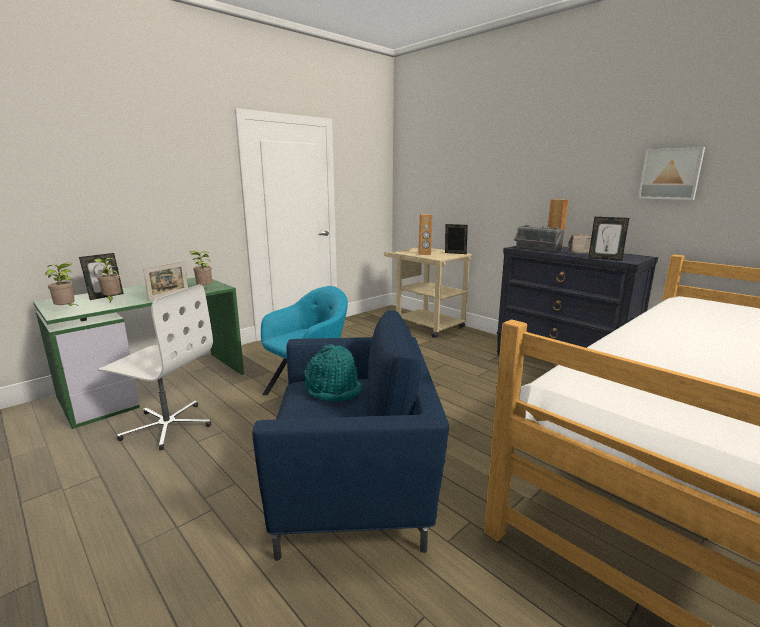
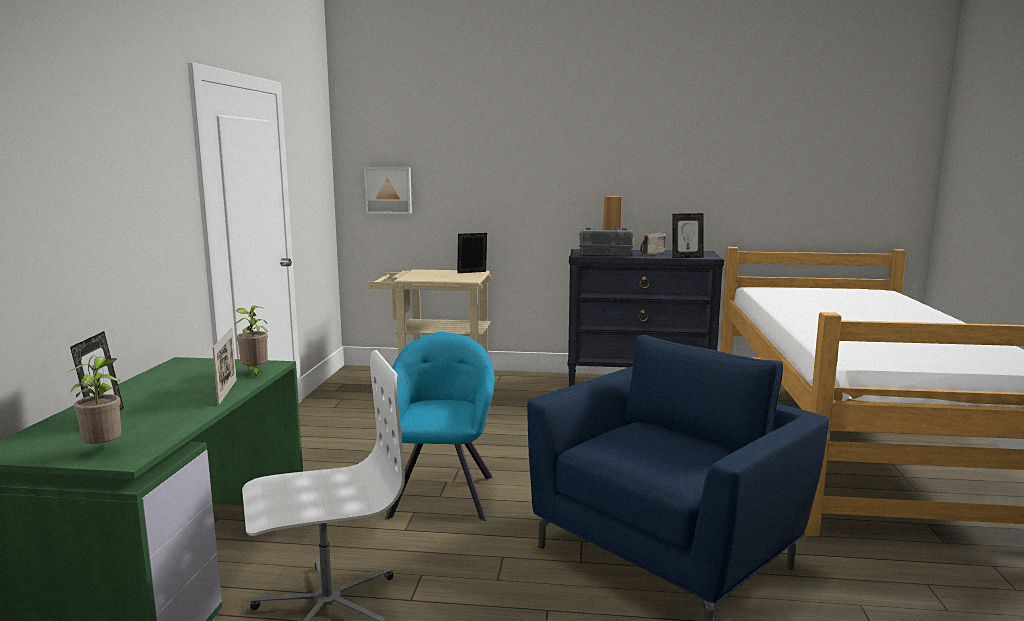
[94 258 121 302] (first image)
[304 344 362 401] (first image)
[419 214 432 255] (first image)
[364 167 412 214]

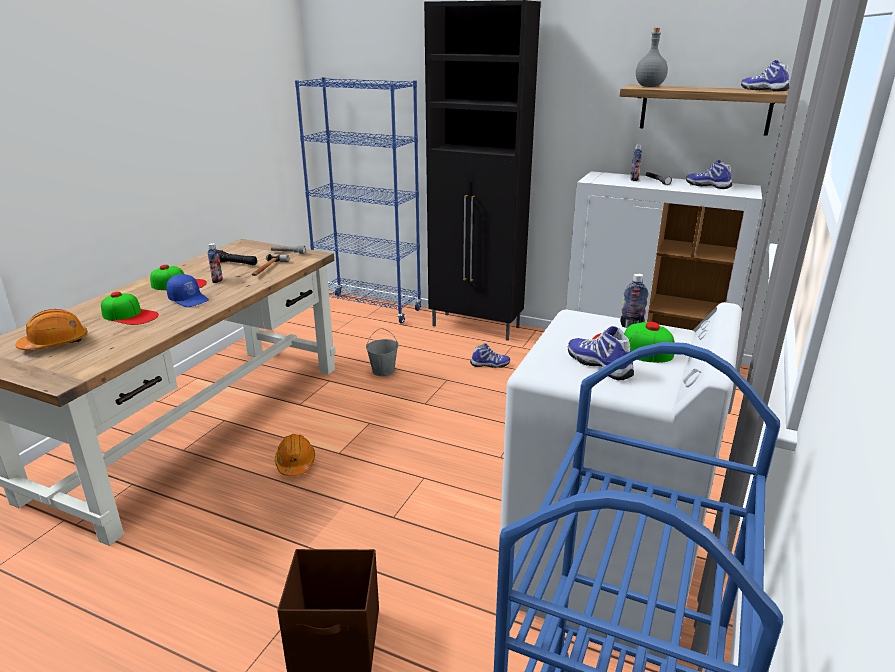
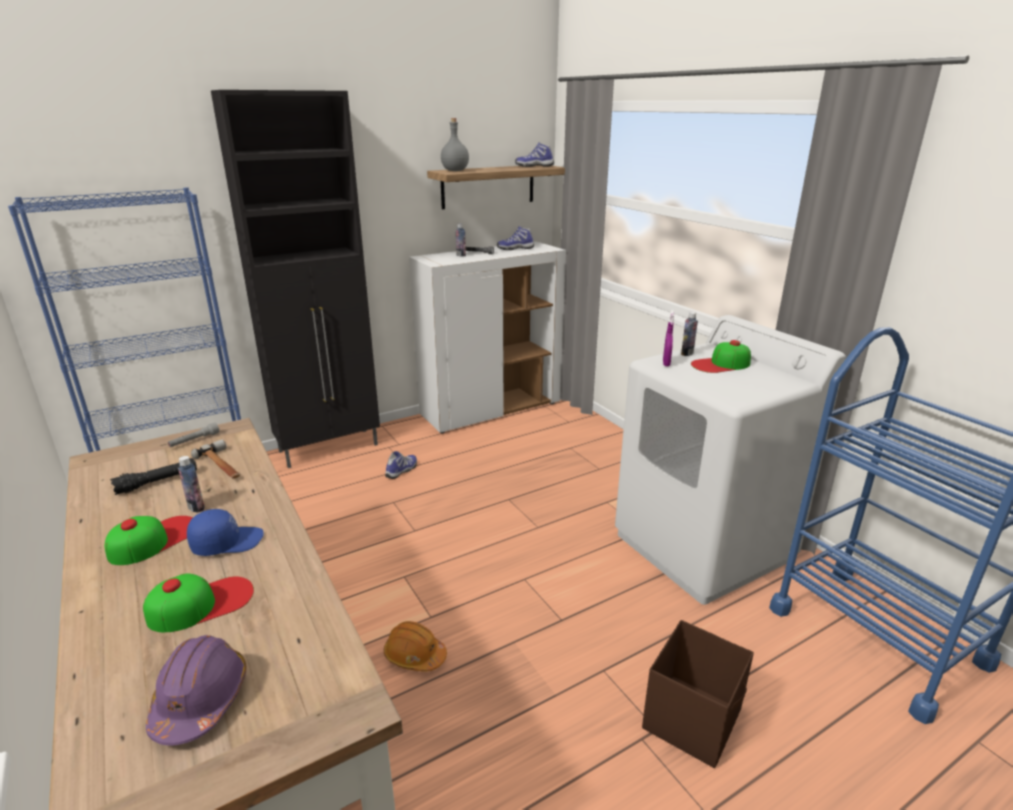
[146 635 247 745]
[366 328 399 376] (first image)
[568 326 634 380] (first image)
[663 310 674 366]

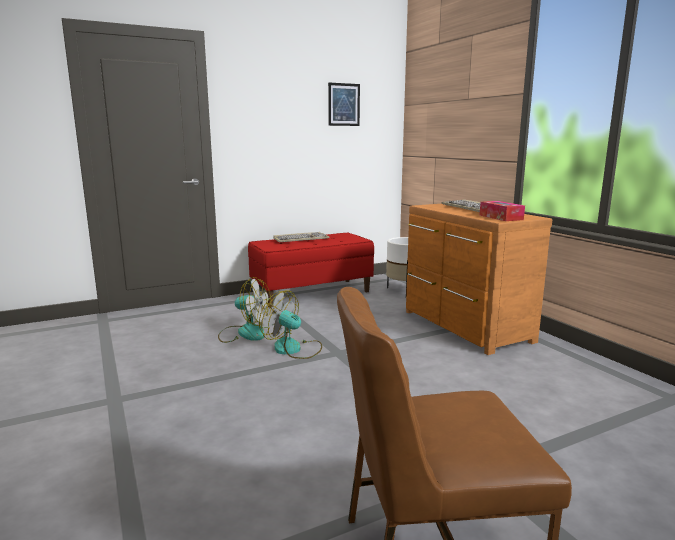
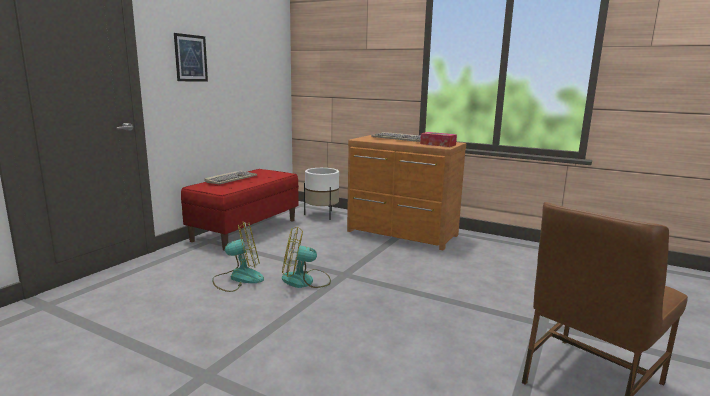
[174 33 208 81]

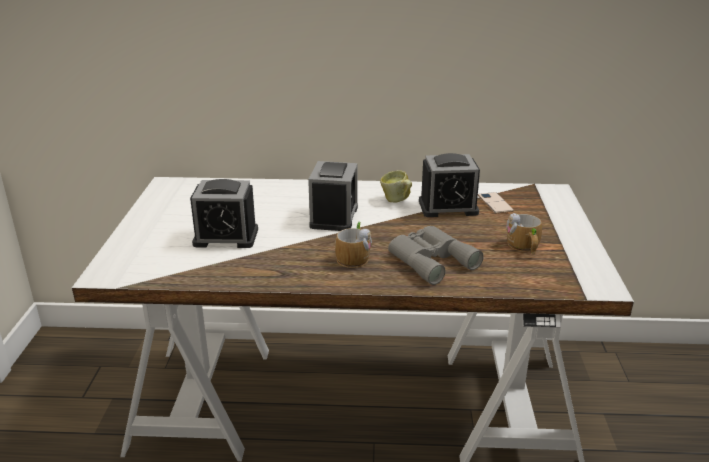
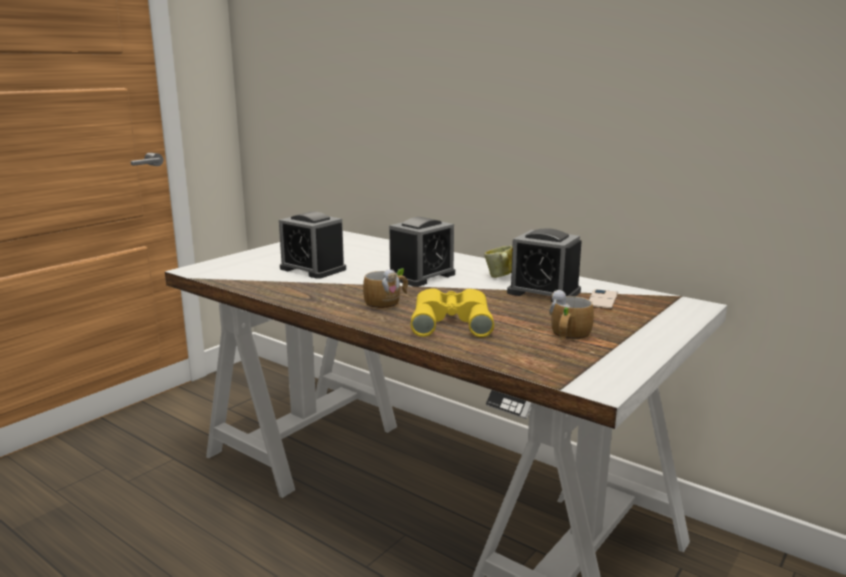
[411 288 494 337]

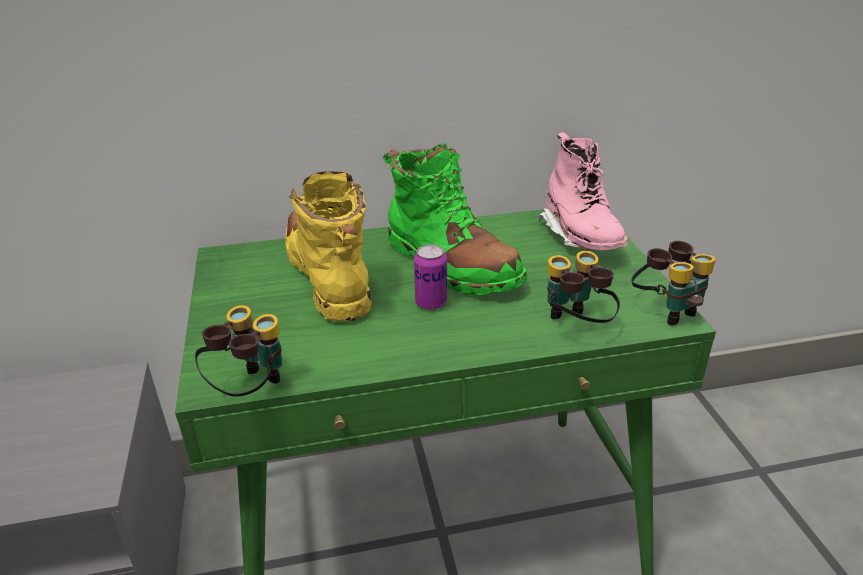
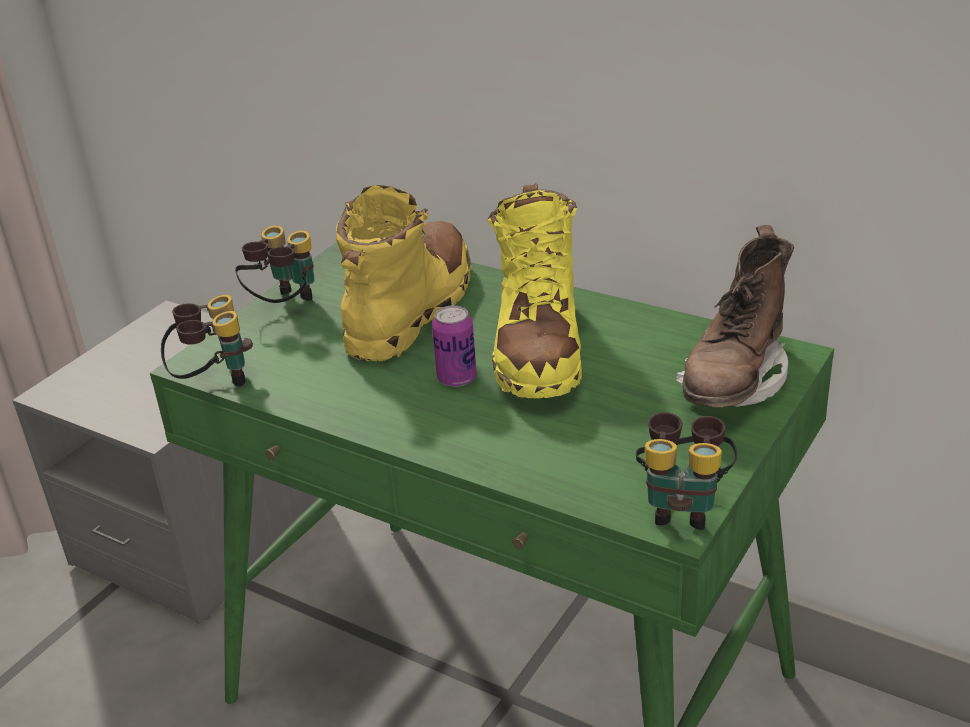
[488 183 582 399]
[676 225 794 408]
[235 225 315 303]

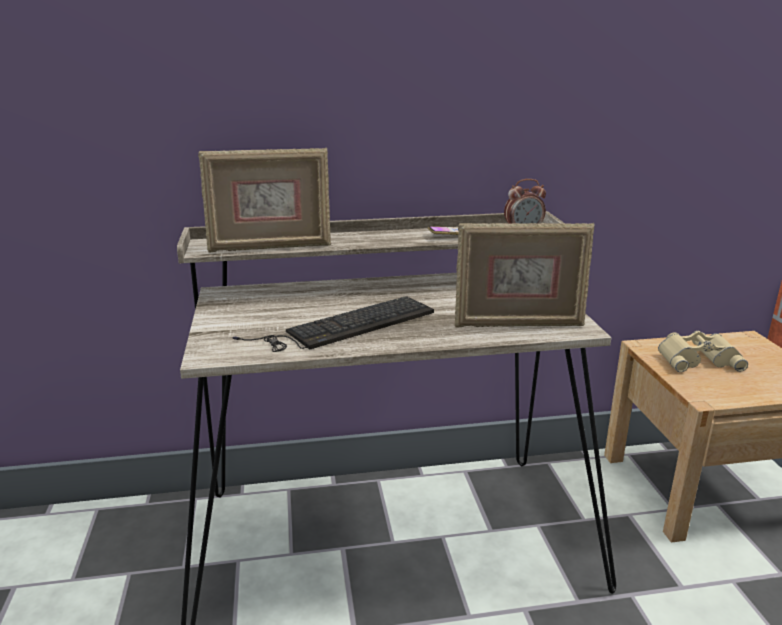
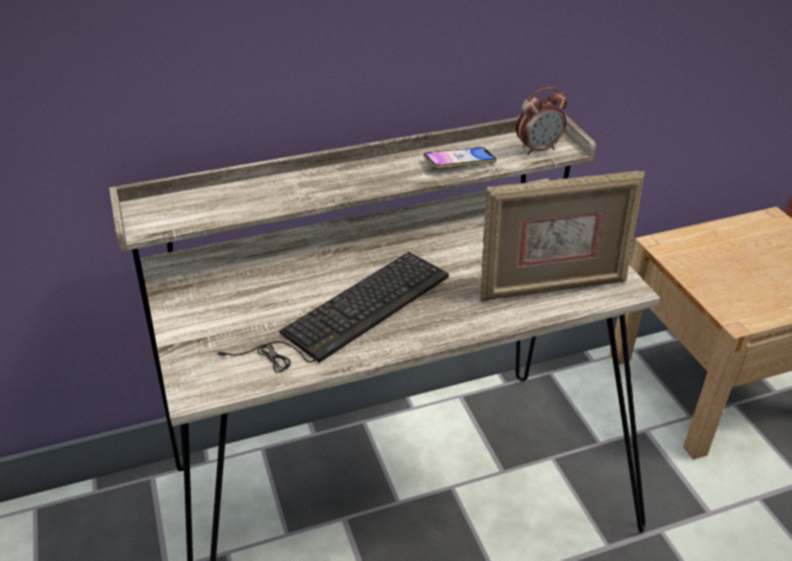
[198 147 331 253] (first image)
[658 330 748 372] (first image)

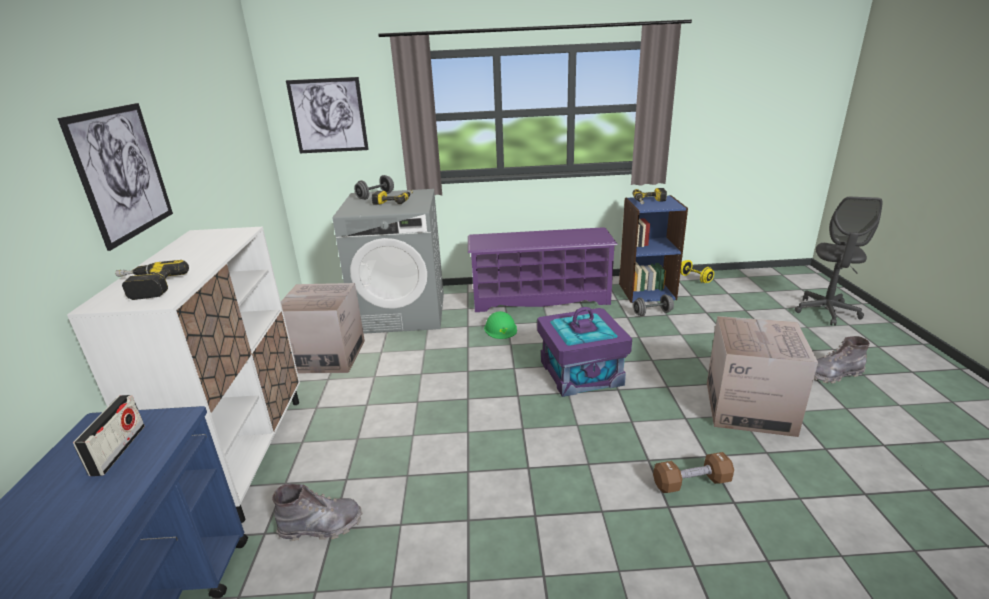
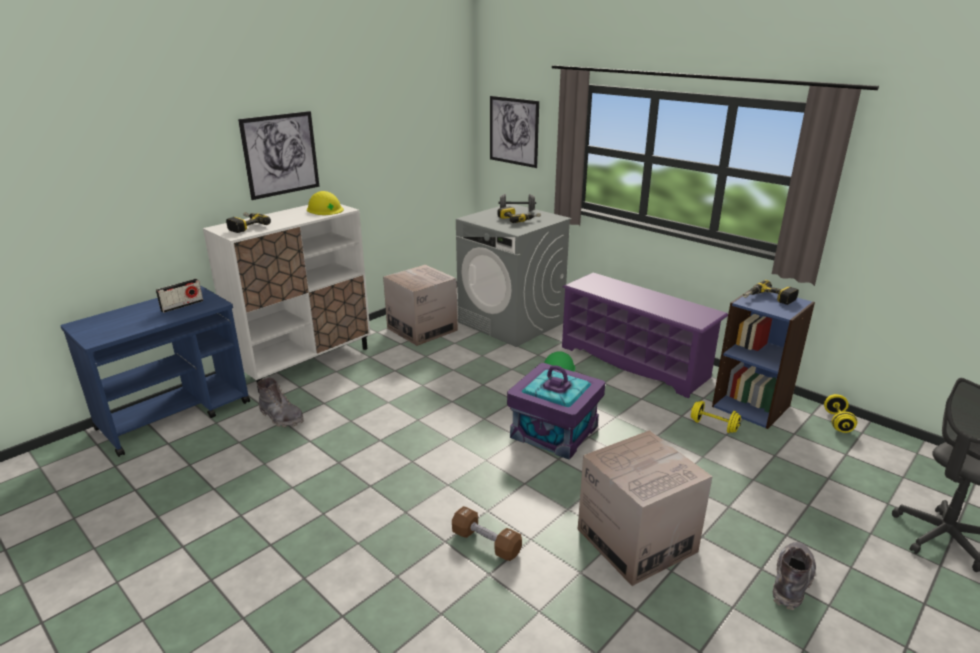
[691 401 741 433]
[773 542 816 610]
[307 191 344 215]

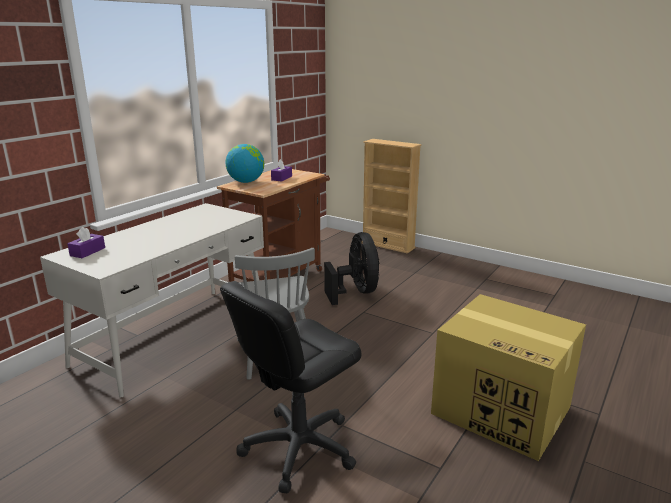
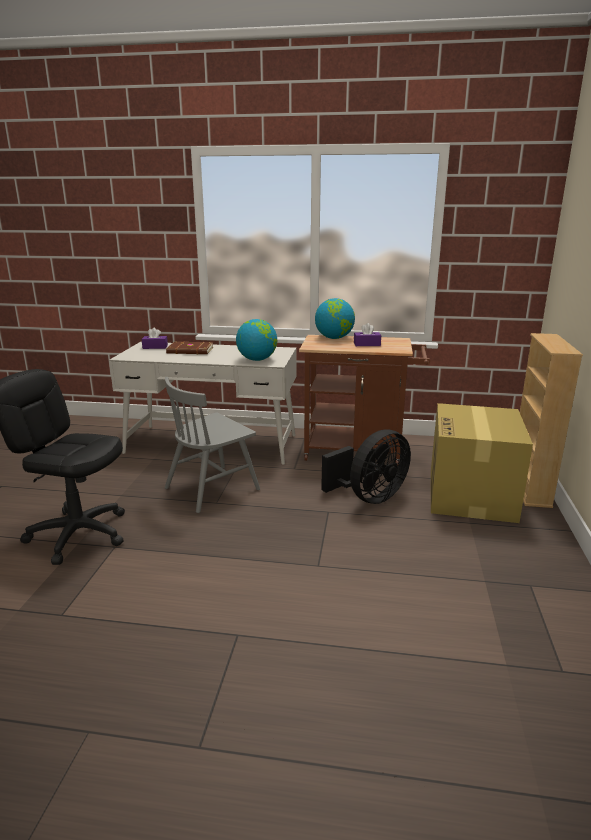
[431 403 533 523]
[166 341 213 354]
[236 319 277 361]

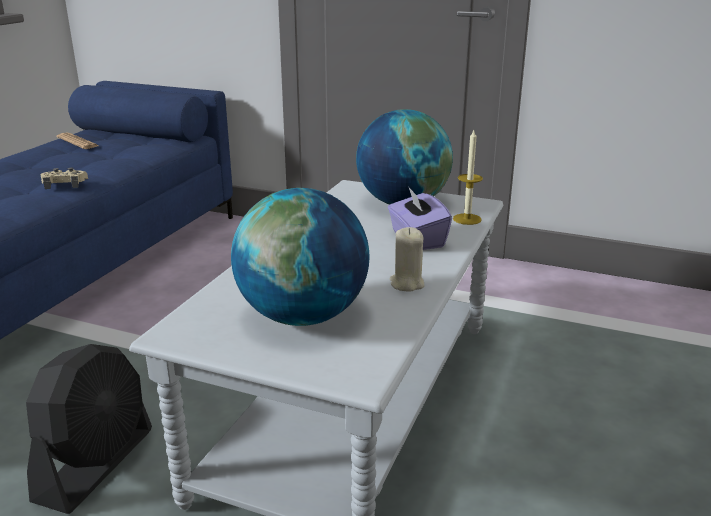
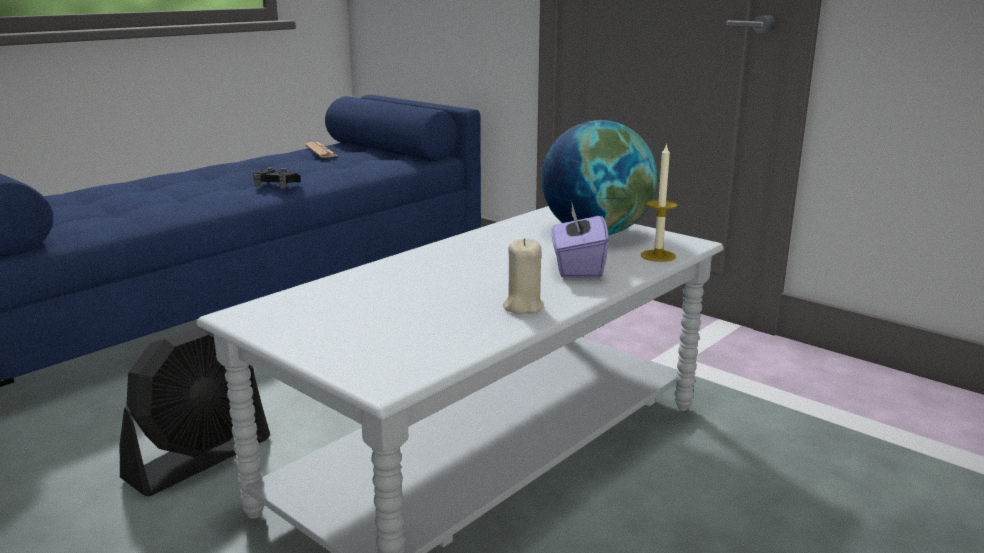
[253 167 301 188]
[231 188 370 326] (first image)

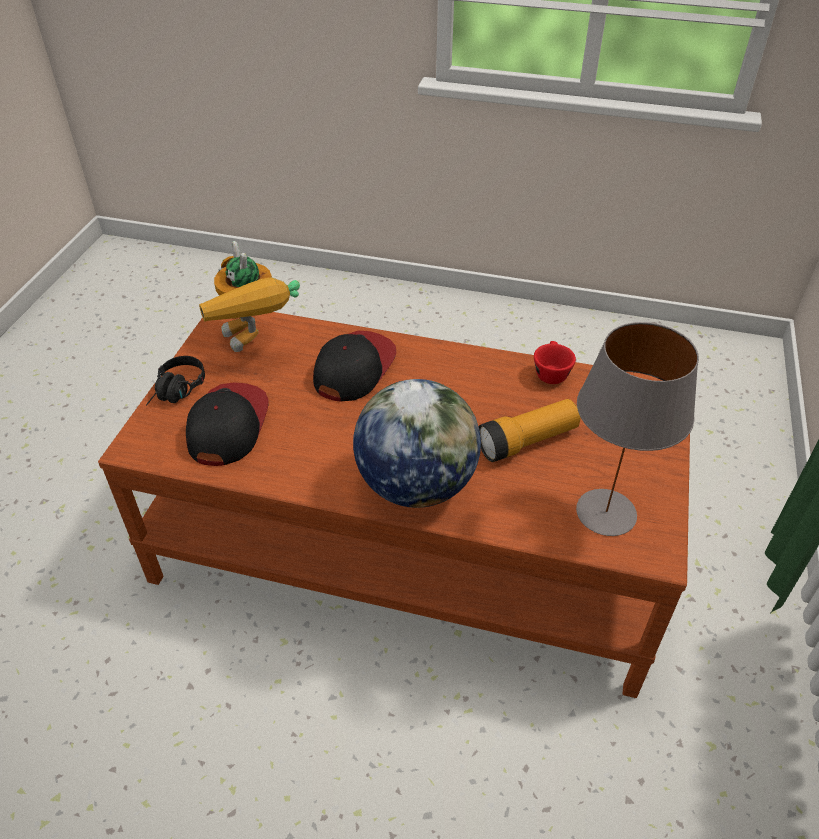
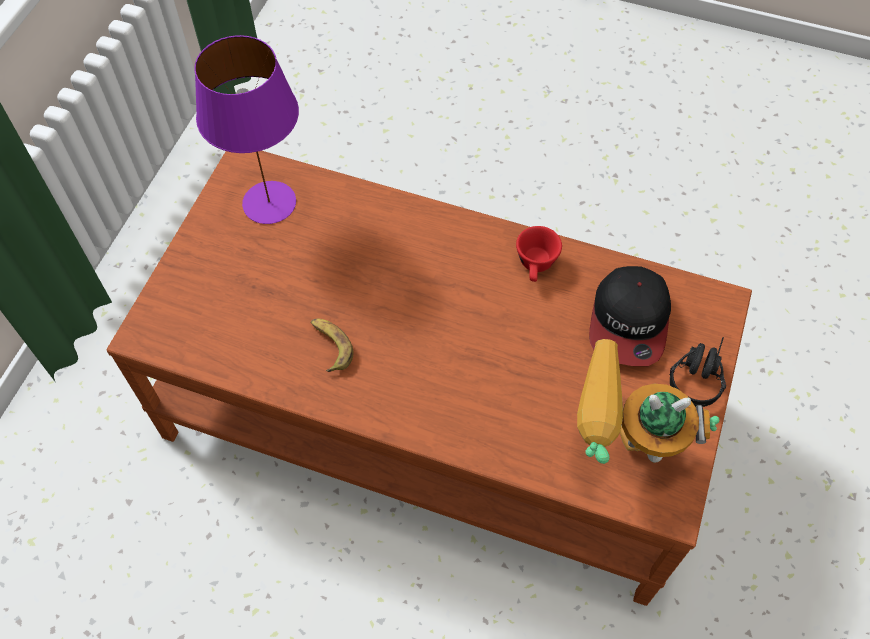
[577 339 720 464]
[313 331 396 402] (first image)
[353 379 481 508] (first image)
[479 399 580 462] (first image)
[516 226 562 282]
[194 35 299 224]
[311 319 354 372]

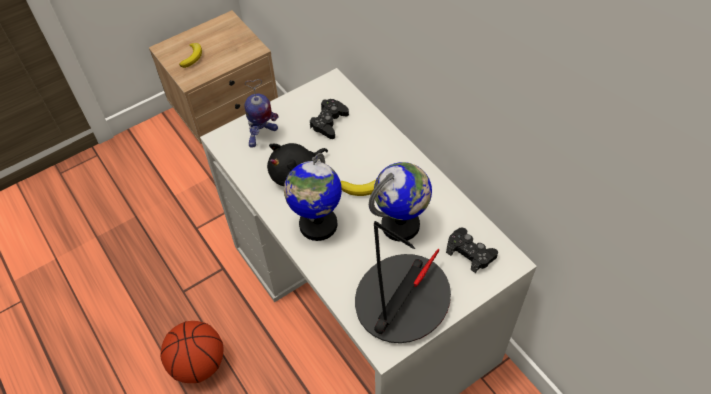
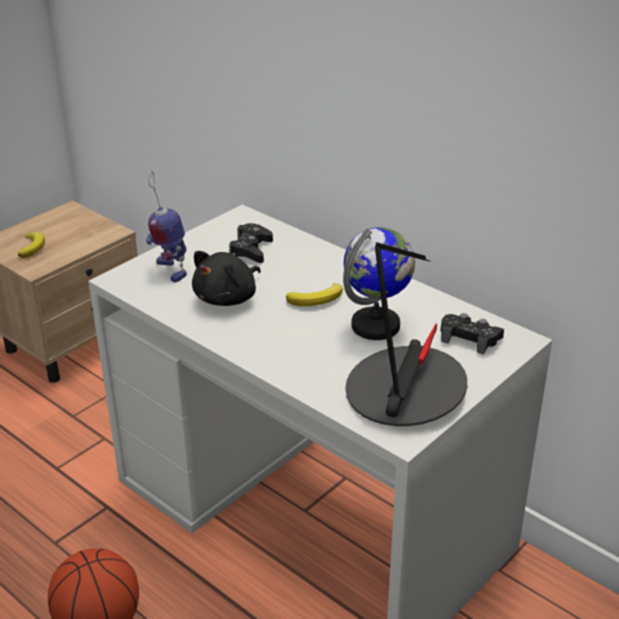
[146 171 187 282]
[284 153 342 241] (first image)

